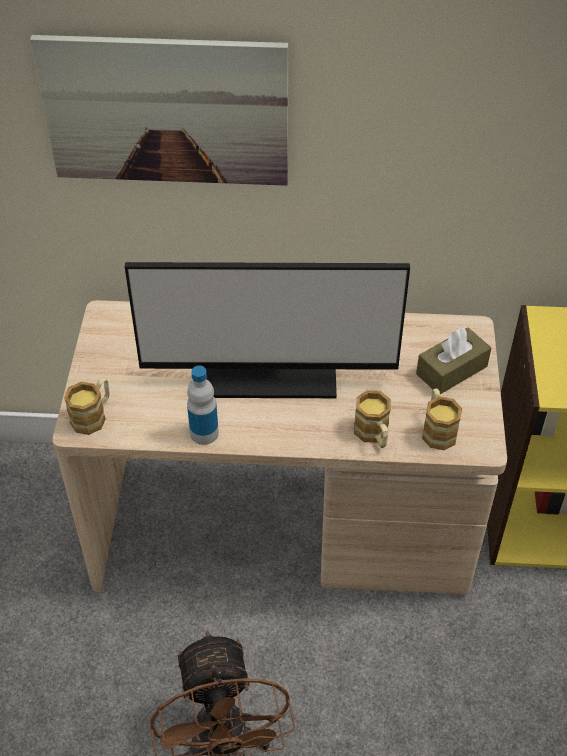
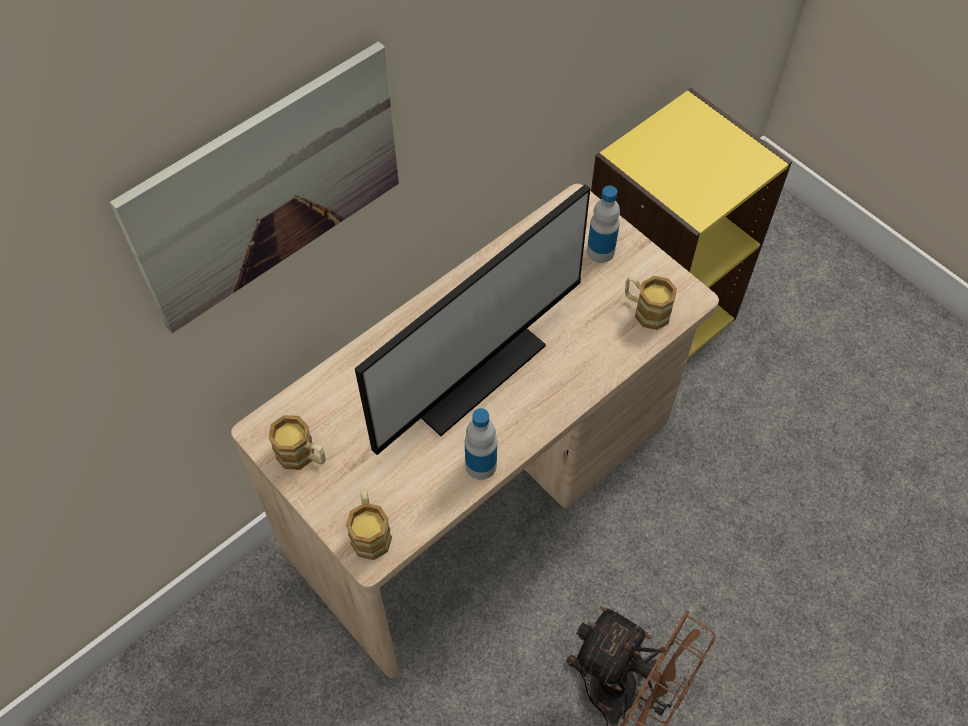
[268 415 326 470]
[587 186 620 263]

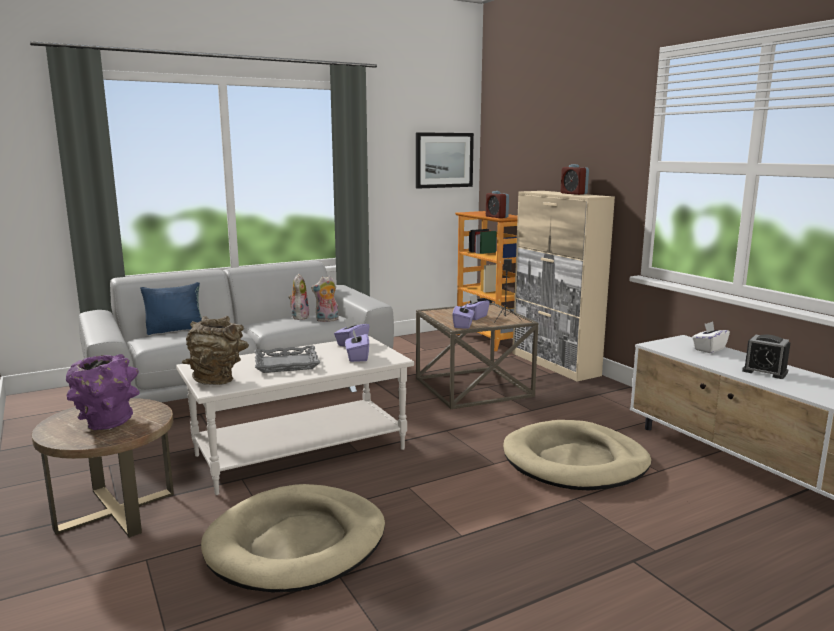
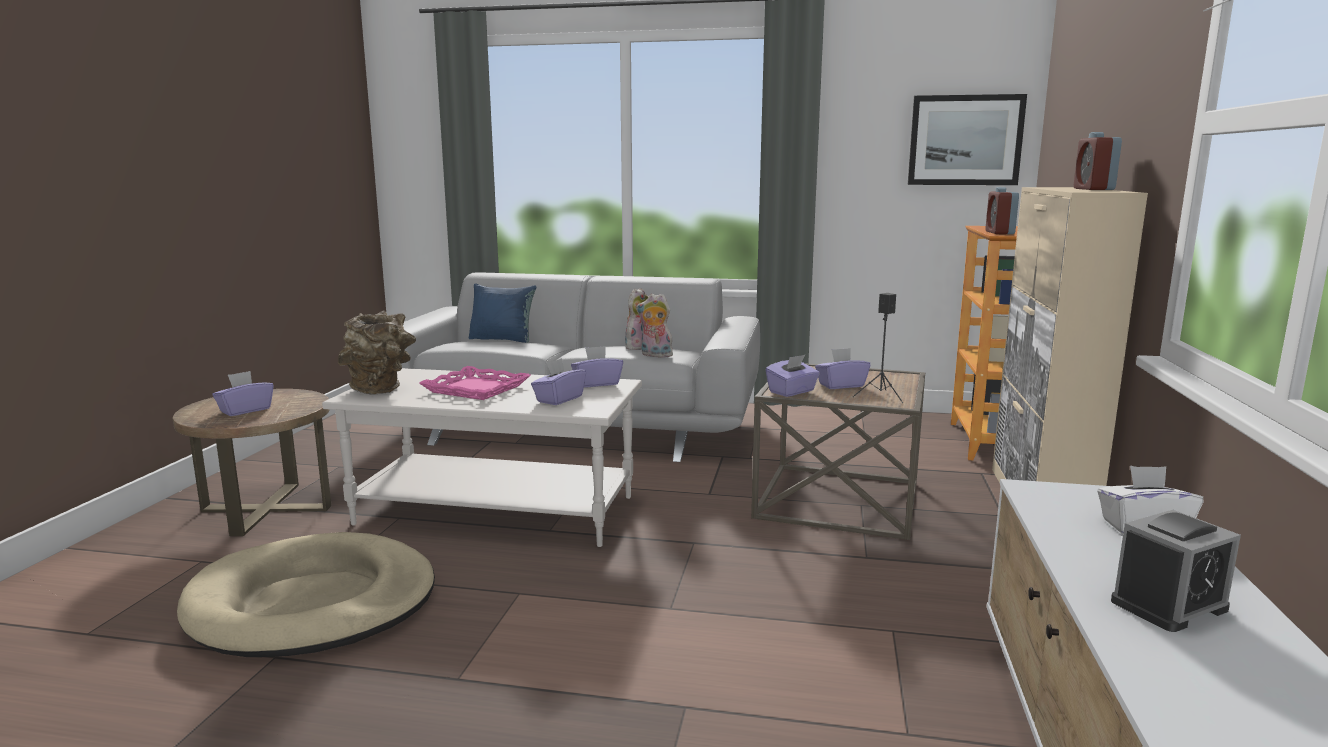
[213 371 274 416]
[419 366 531 400]
[503 420 651 490] (first image)
[1111 510 1241 632]

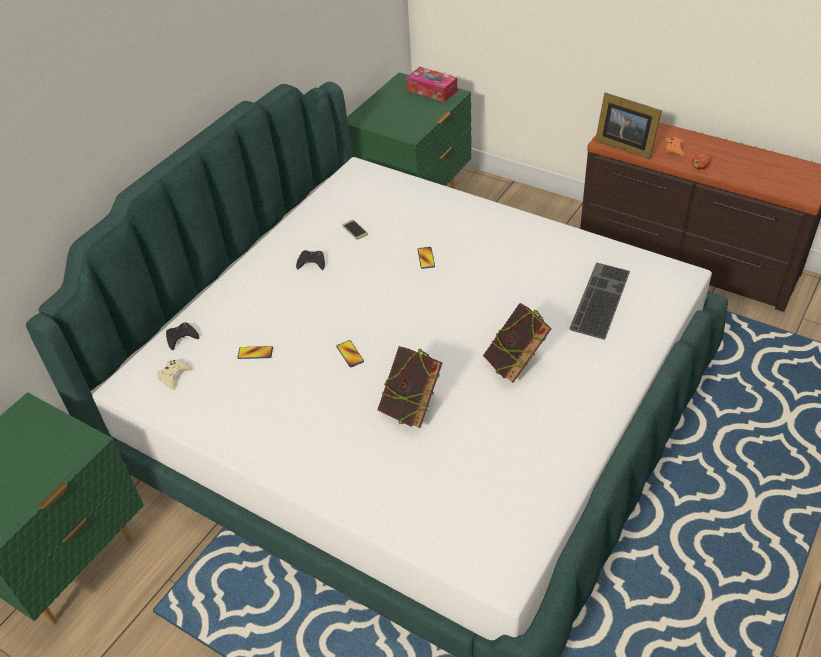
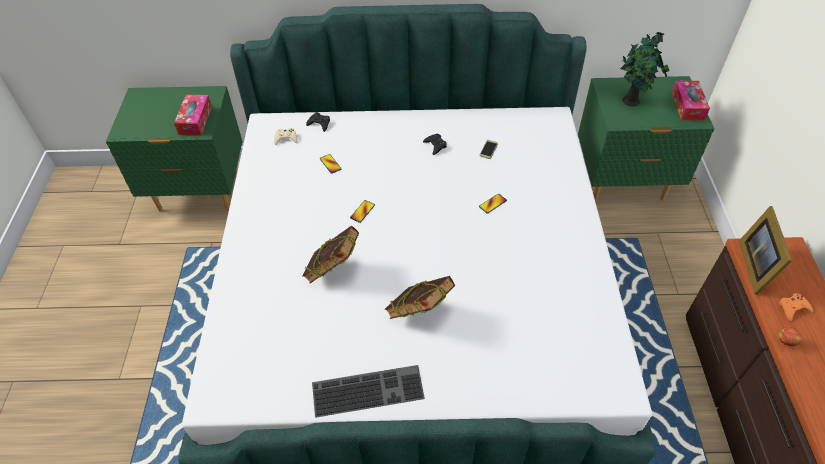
[312 365 425 418]
[174 95 212 135]
[620 32 670 106]

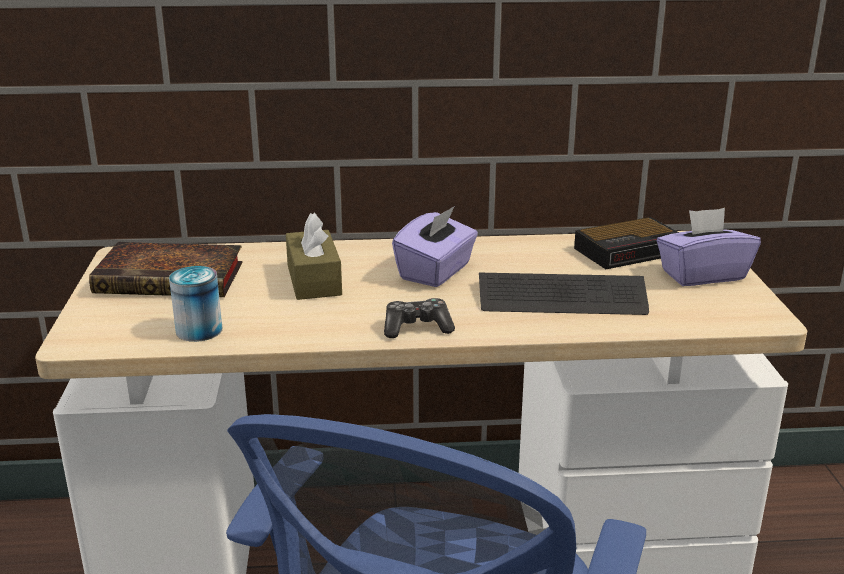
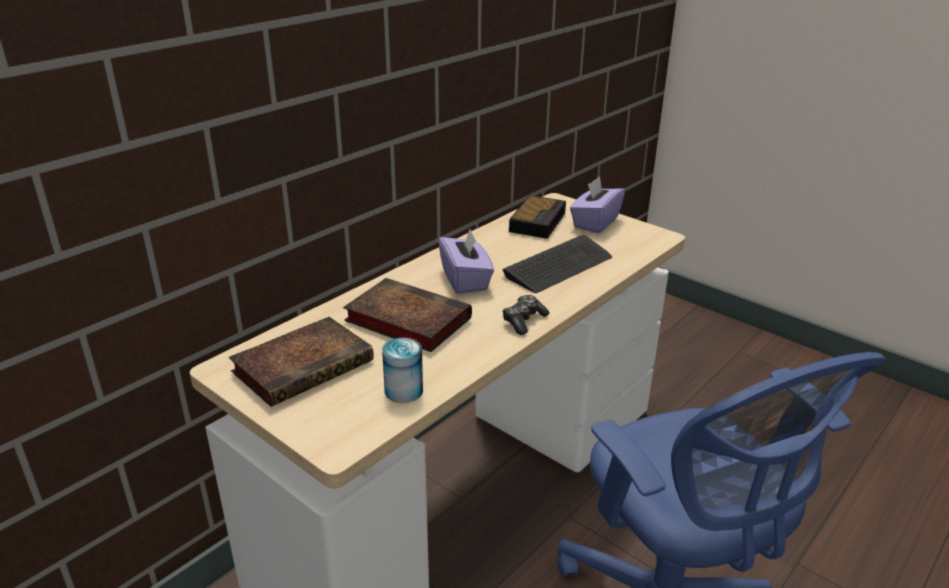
[343 278 472 352]

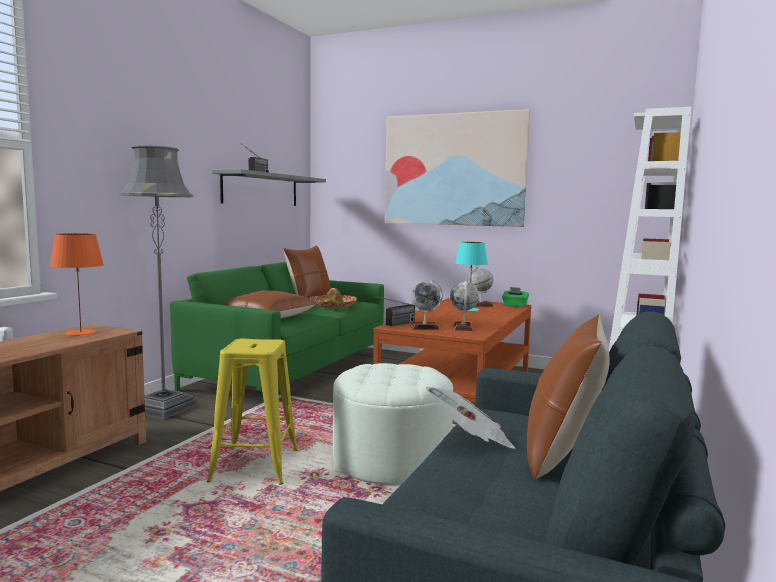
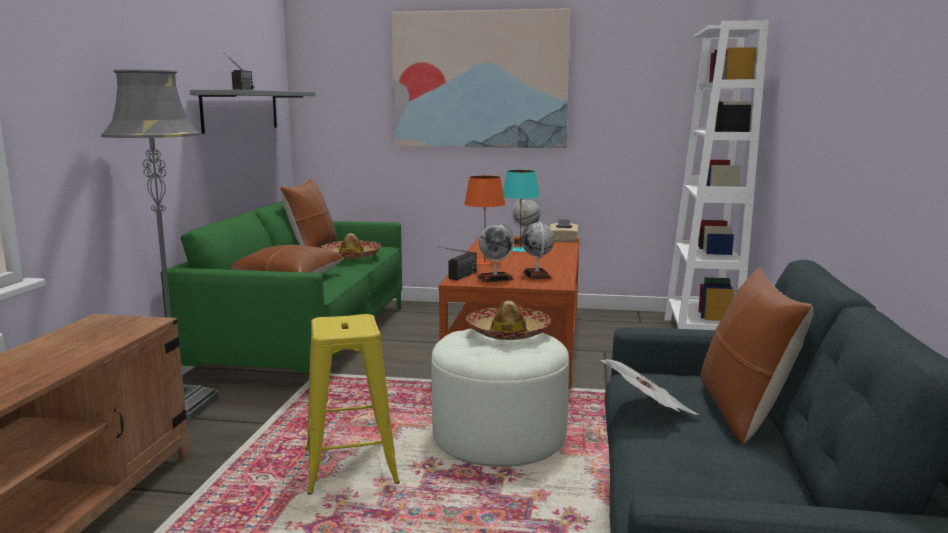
[464 175 506 264]
[550 219 578 242]
[466 301 551 340]

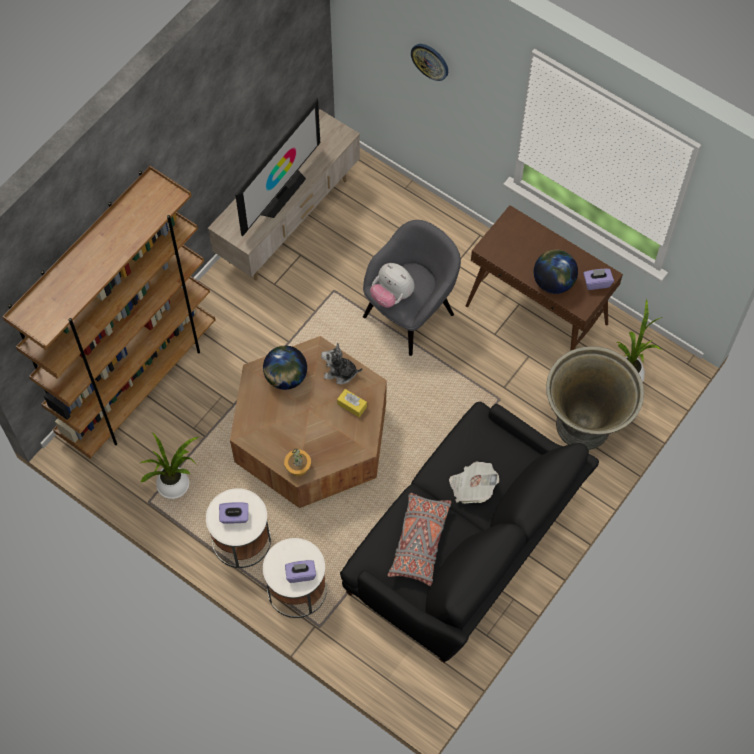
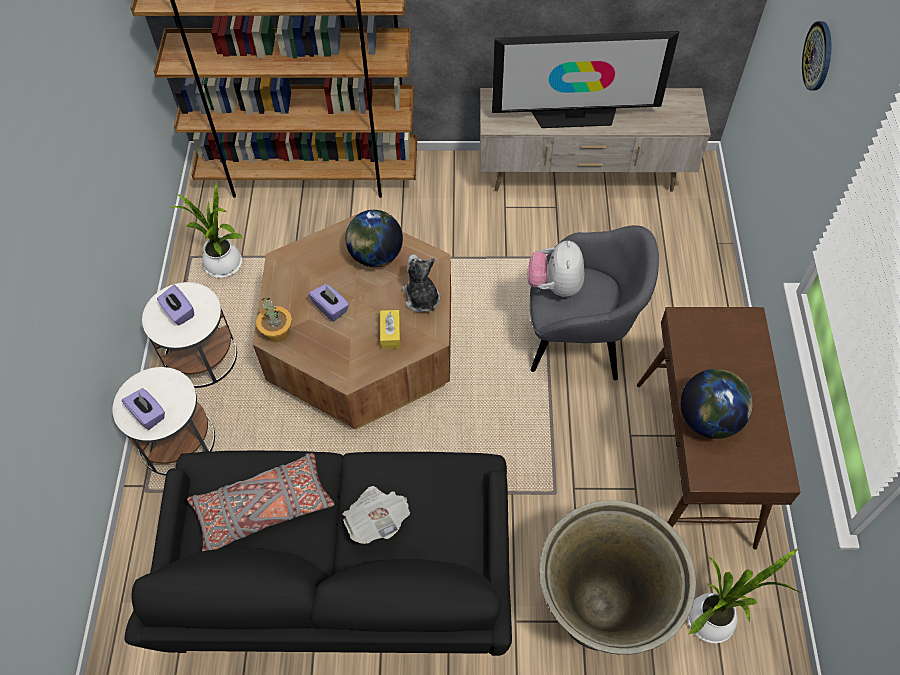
[309 284 349 322]

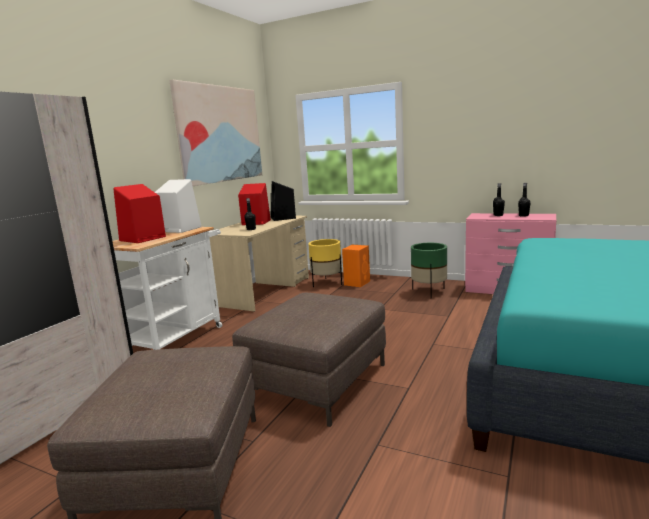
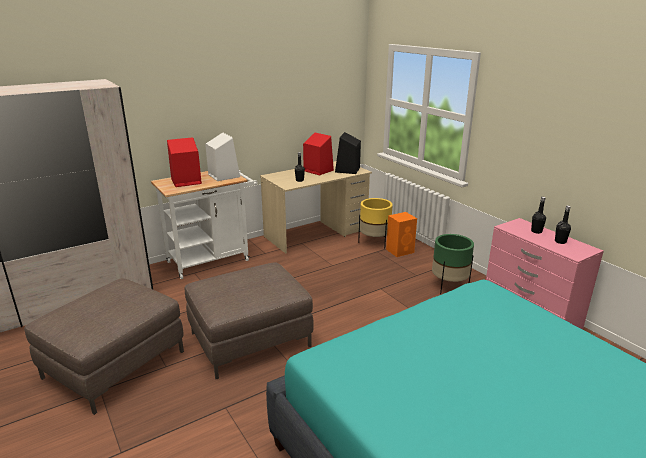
[169 79 262 186] (first image)

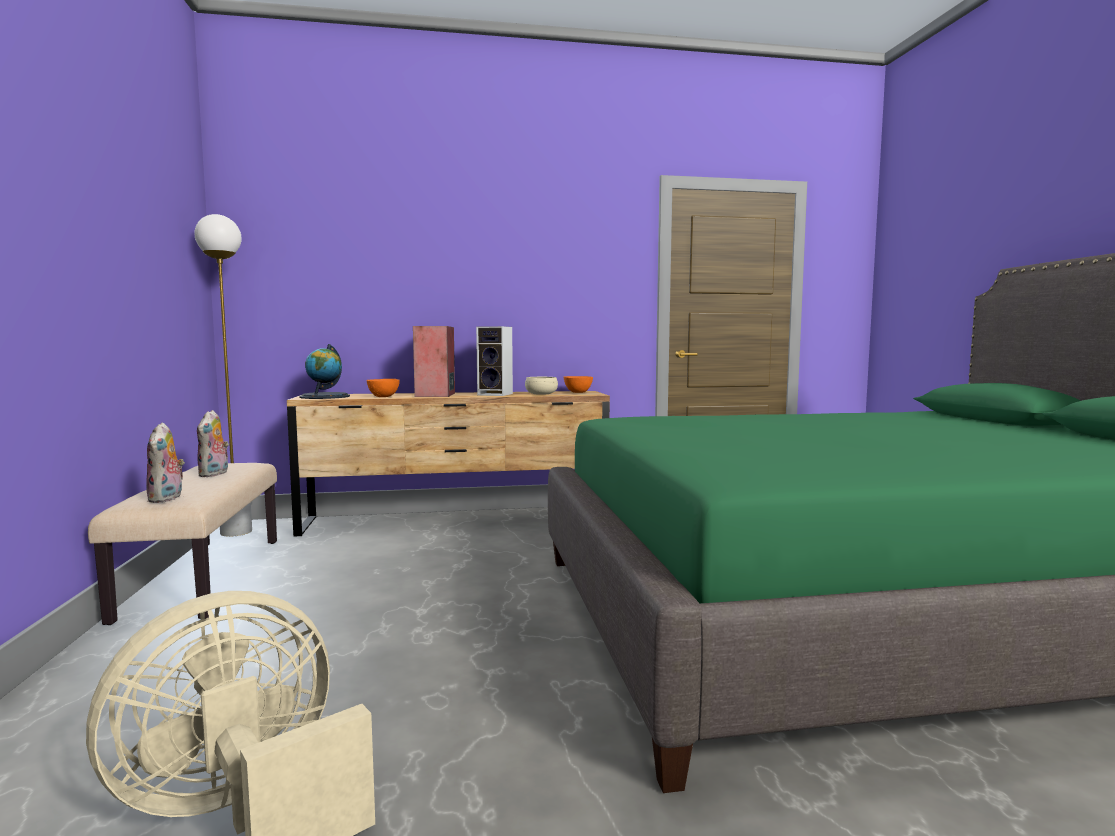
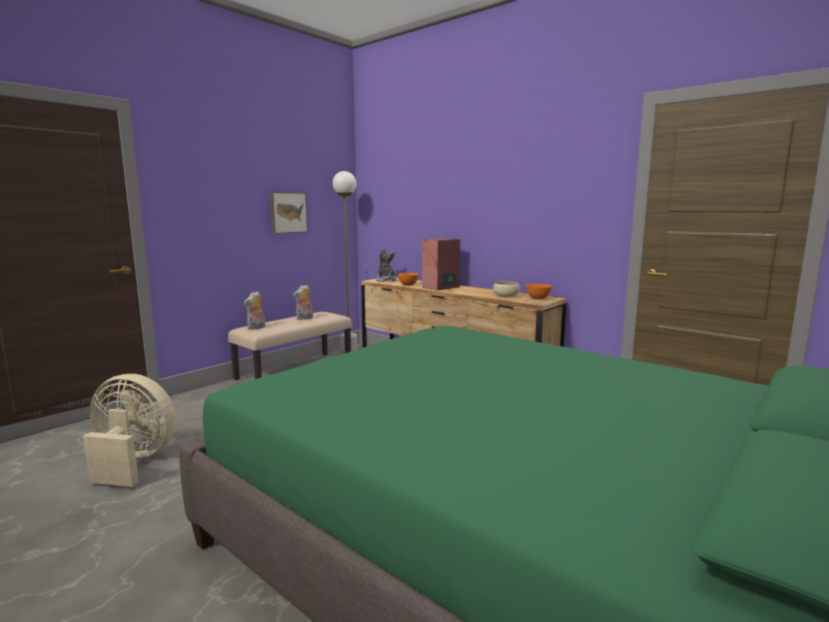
[376 248 397 282]
[476 326 513 396] (first image)
[270 192 308 234]

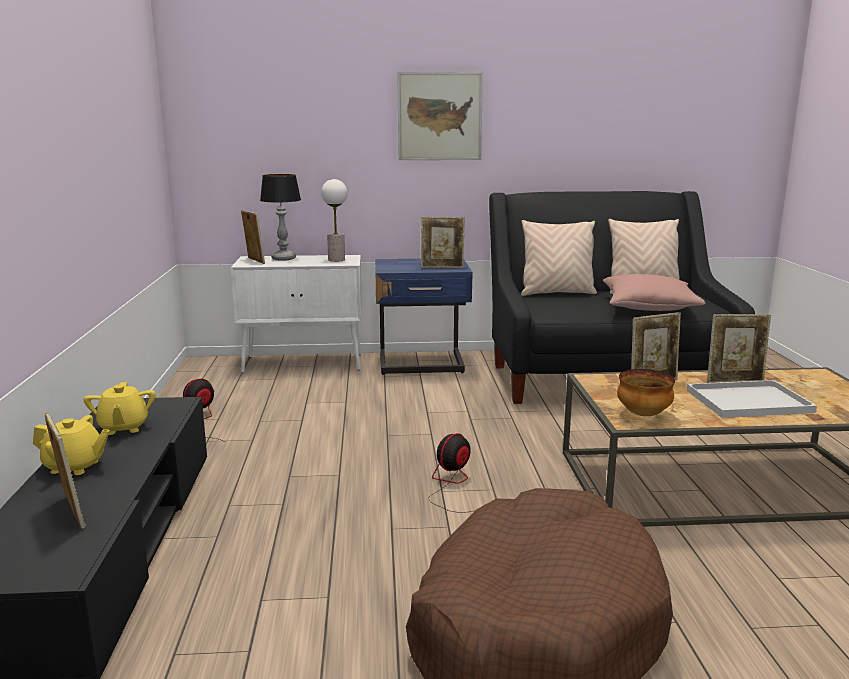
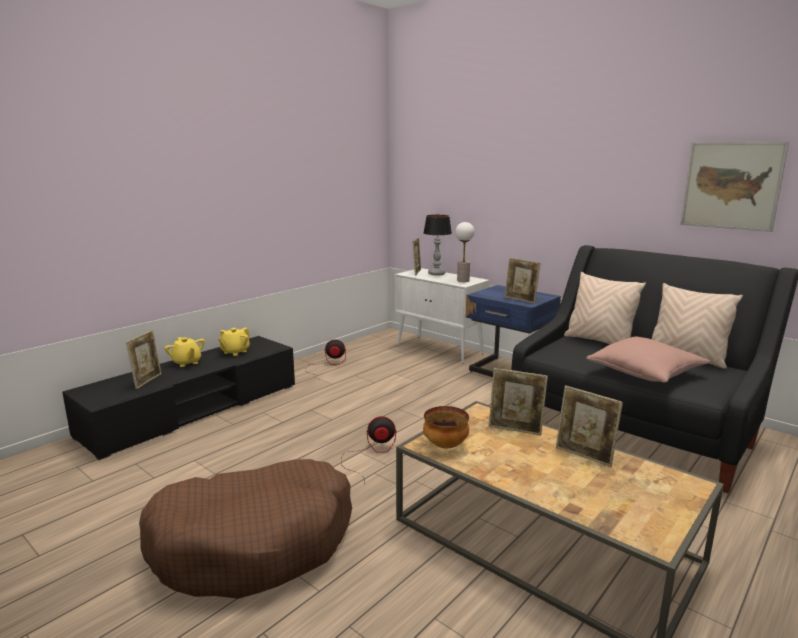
[680 142 789 232]
[687 380 817 418] (first image)

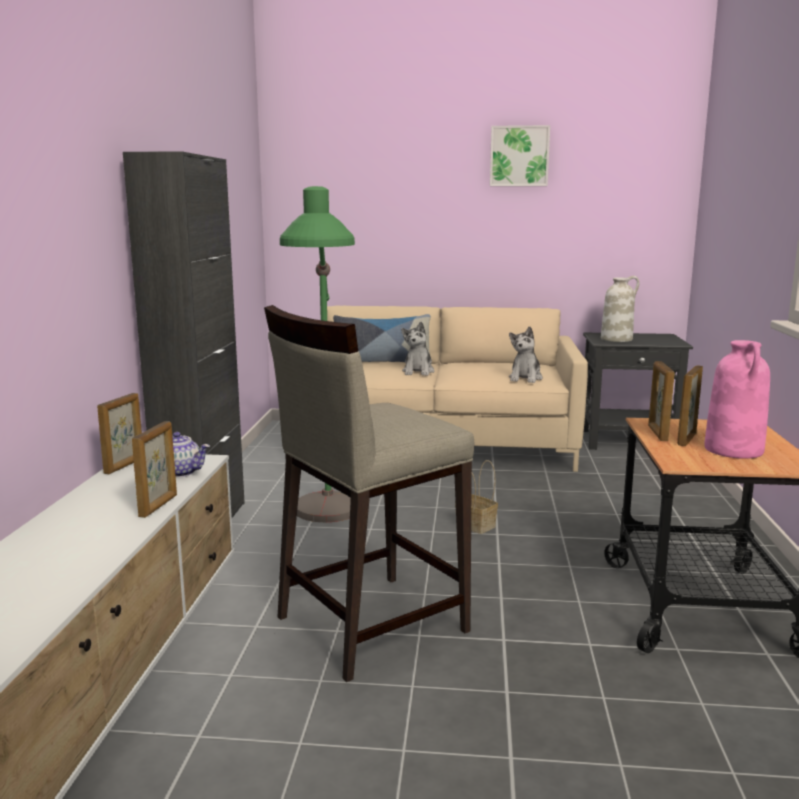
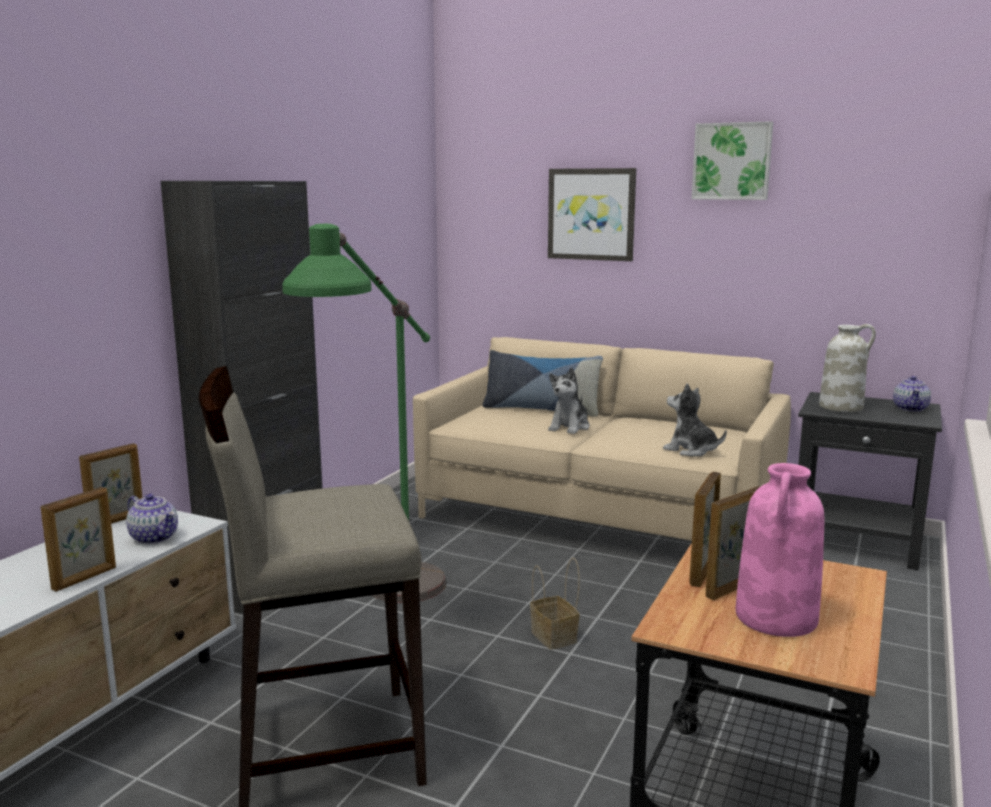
[663 383 727 457]
[548 168 636 261]
[893 376 931 412]

